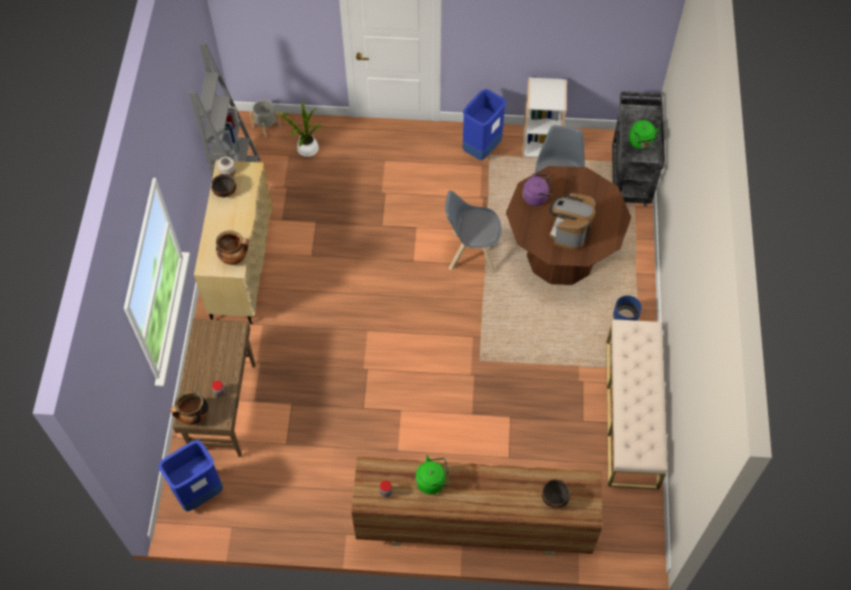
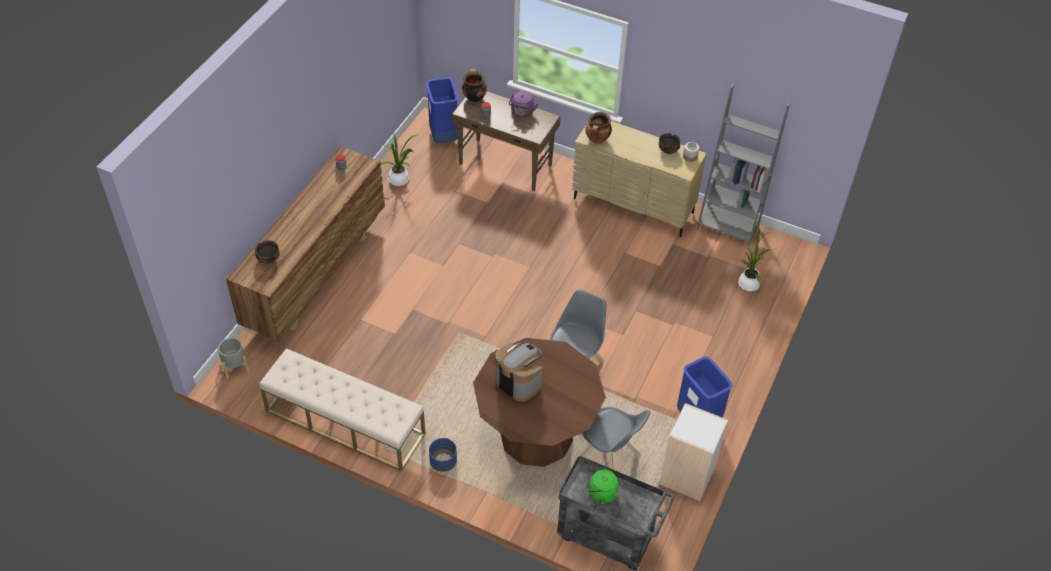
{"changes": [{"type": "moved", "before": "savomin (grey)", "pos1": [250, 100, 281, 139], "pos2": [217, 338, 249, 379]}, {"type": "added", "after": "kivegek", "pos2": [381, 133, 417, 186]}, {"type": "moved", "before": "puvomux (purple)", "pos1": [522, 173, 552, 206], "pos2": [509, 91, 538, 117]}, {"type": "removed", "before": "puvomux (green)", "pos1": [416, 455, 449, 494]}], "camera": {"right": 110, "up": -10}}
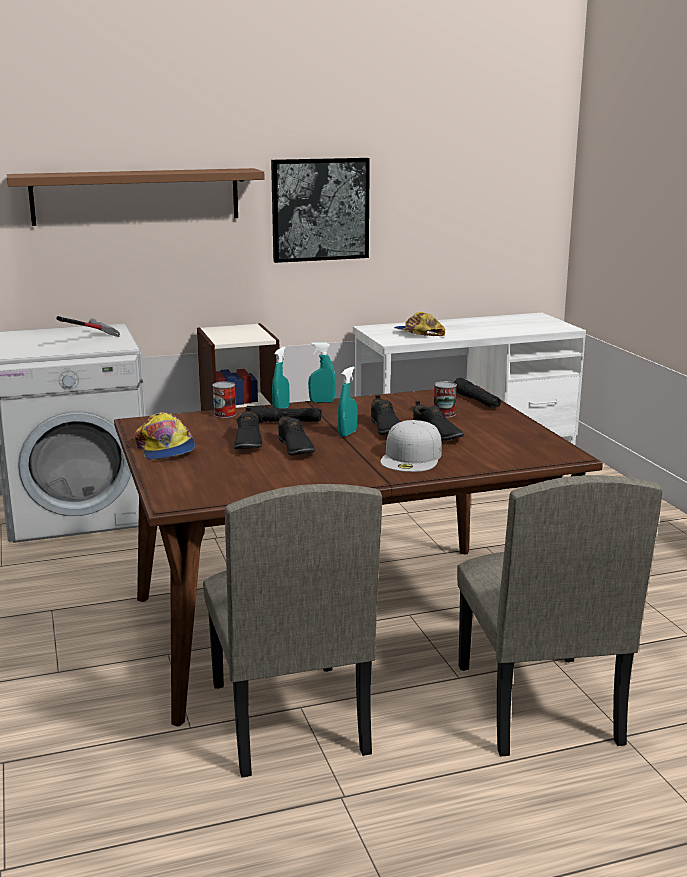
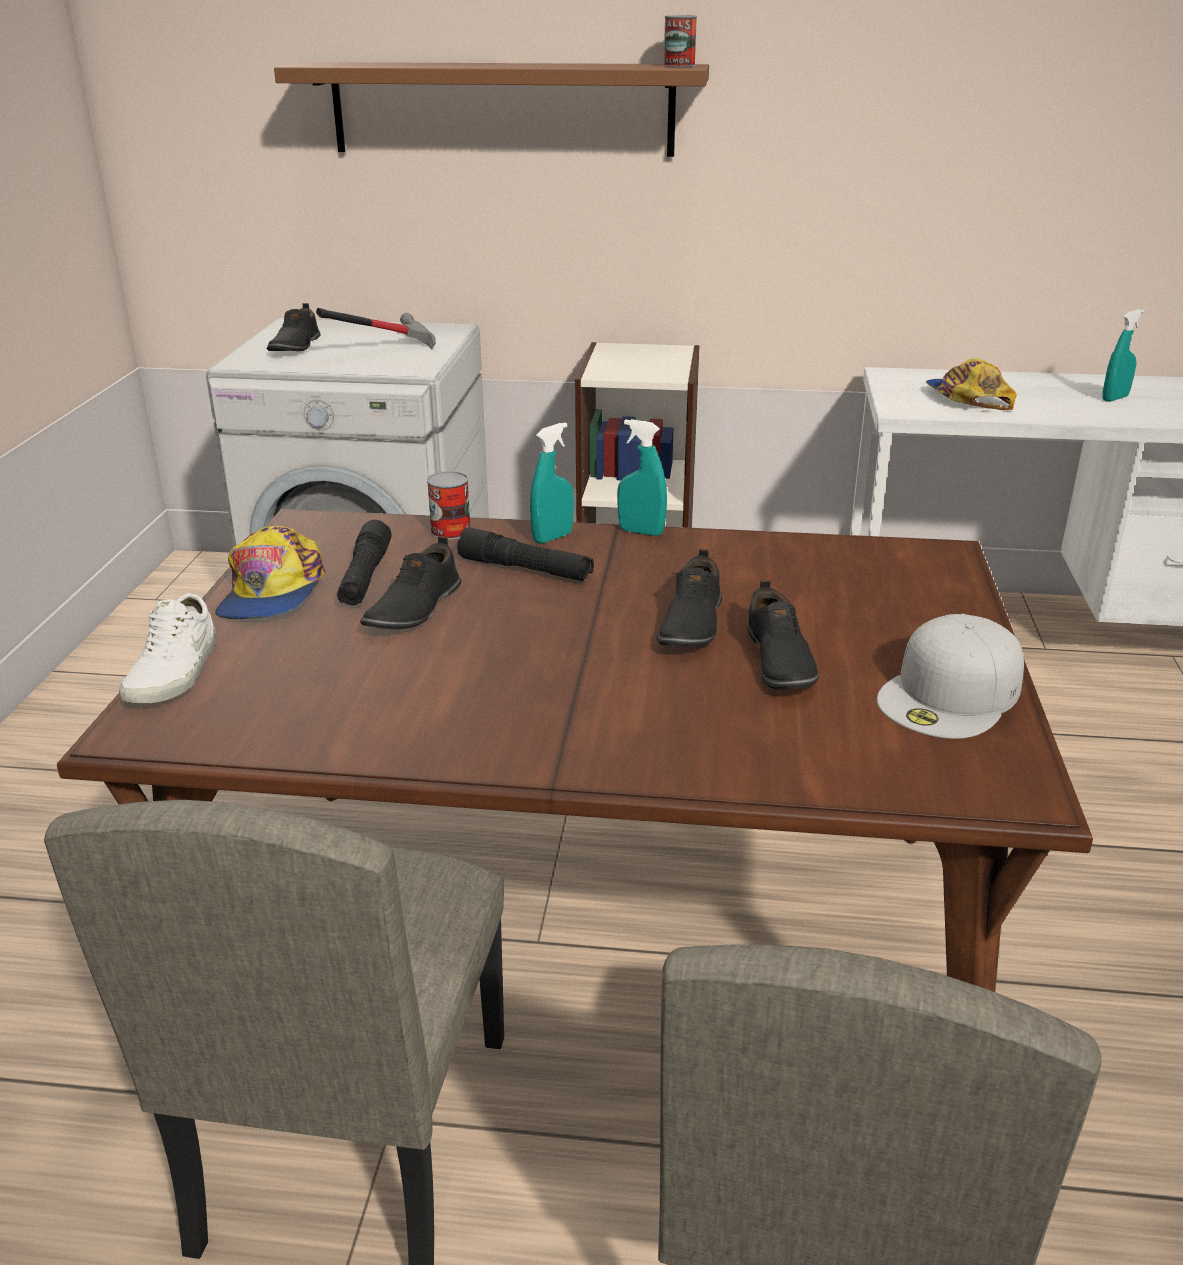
{"changes": [{"type": "added", "after": "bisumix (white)", "pos2": [119, 593, 216, 704]}, {"type": "moved", "before": "bisumix (black)", "pos1": [278, 412, 315, 455], "pos2": [267, 303, 321, 351]}, {"type": "moved", "before": "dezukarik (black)", "pos1": [454, 378, 501, 409], "pos2": [337, 520, 391, 605]}, {"type": "moved", "before": "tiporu", "pos1": [434, 381, 457, 418], "pos2": [663, 15, 697, 67]}, {"type": "moved", "before": "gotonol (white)", "pos1": [380, 420, 442, 472], "pos2": [877, 614, 1024, 739]}, {"type": "moved", "before": "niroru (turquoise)", "pos1": [338, 366, 358, 437], "pos2": [1102, 309, 1144, 402]}, {"type": "removed", "before": "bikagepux", "pos1": [271, 158, 370, 263]}], "camera": {"right": 25, "up": 10}}
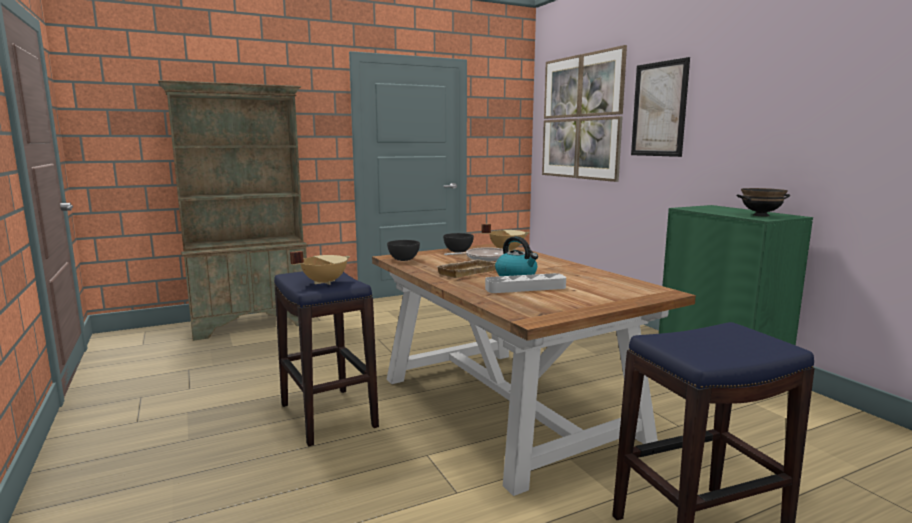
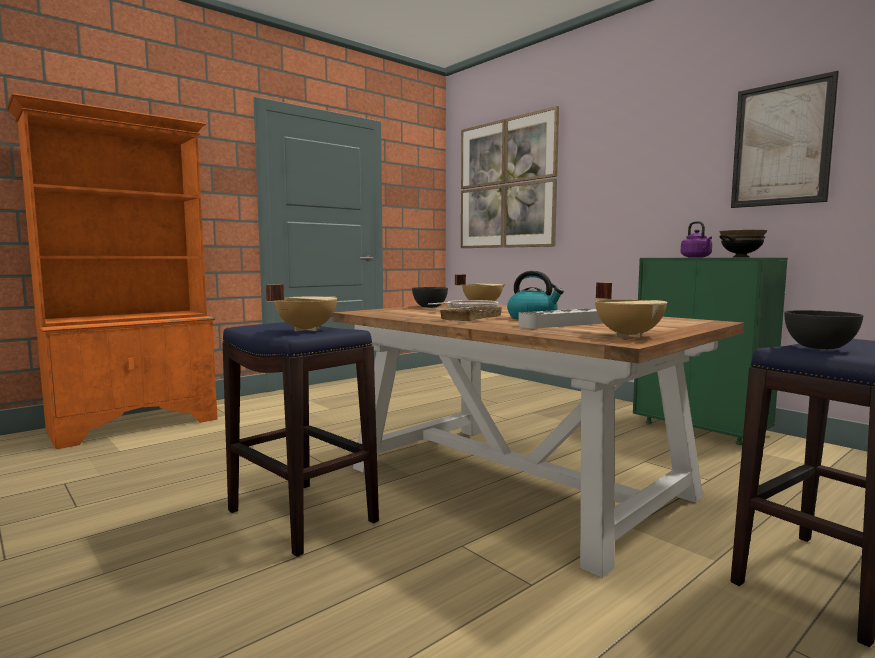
{"changes": [{"type": "recoloured", "before": "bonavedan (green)", "after": "bonavedan (orange)", "pos1": [158, 80, 308, 341], "pos2": [6, 93, 218, 449]}, {"type": "added", "after": "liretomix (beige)", "pos2": [595, 282, 667, 338]}, {"type": "added", "after": "puvomux (purple)", "pos2": [681, 221, 712, 257]}, {"type": "moved", "before": "bikagepux", "pos1": [631, 57, 690, 157], "pos2": [731, 71, 839, 208]}, {"type": "moved", "before": "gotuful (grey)", "pos1": [387, 240, 420, 261], "pos2": [784, 310, 863, 349]}], "camera": {"right": -15, "up": -5}}
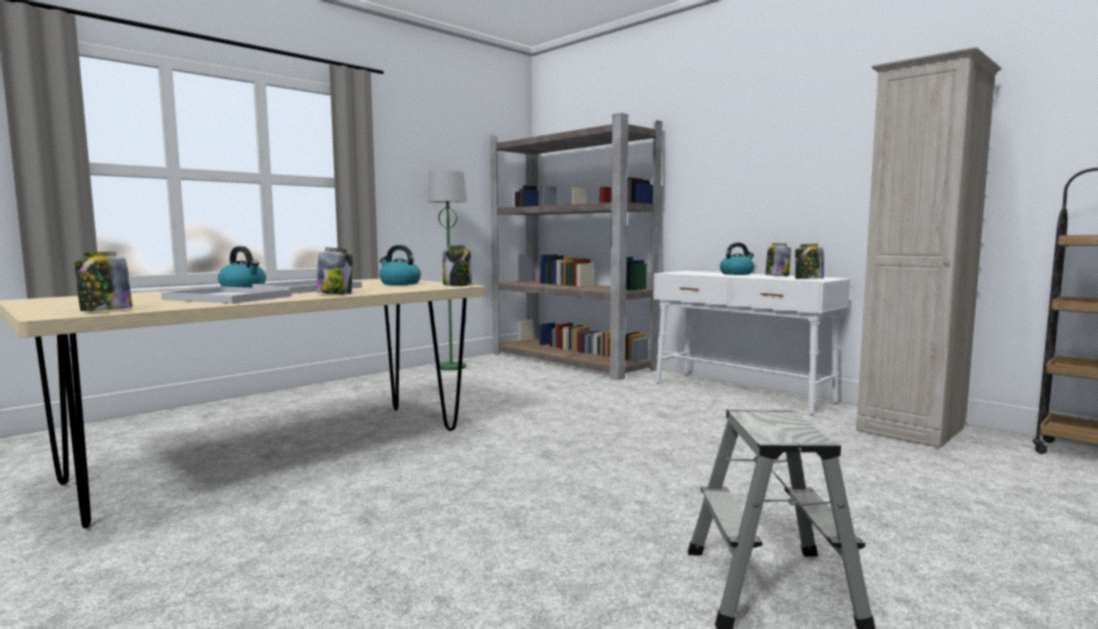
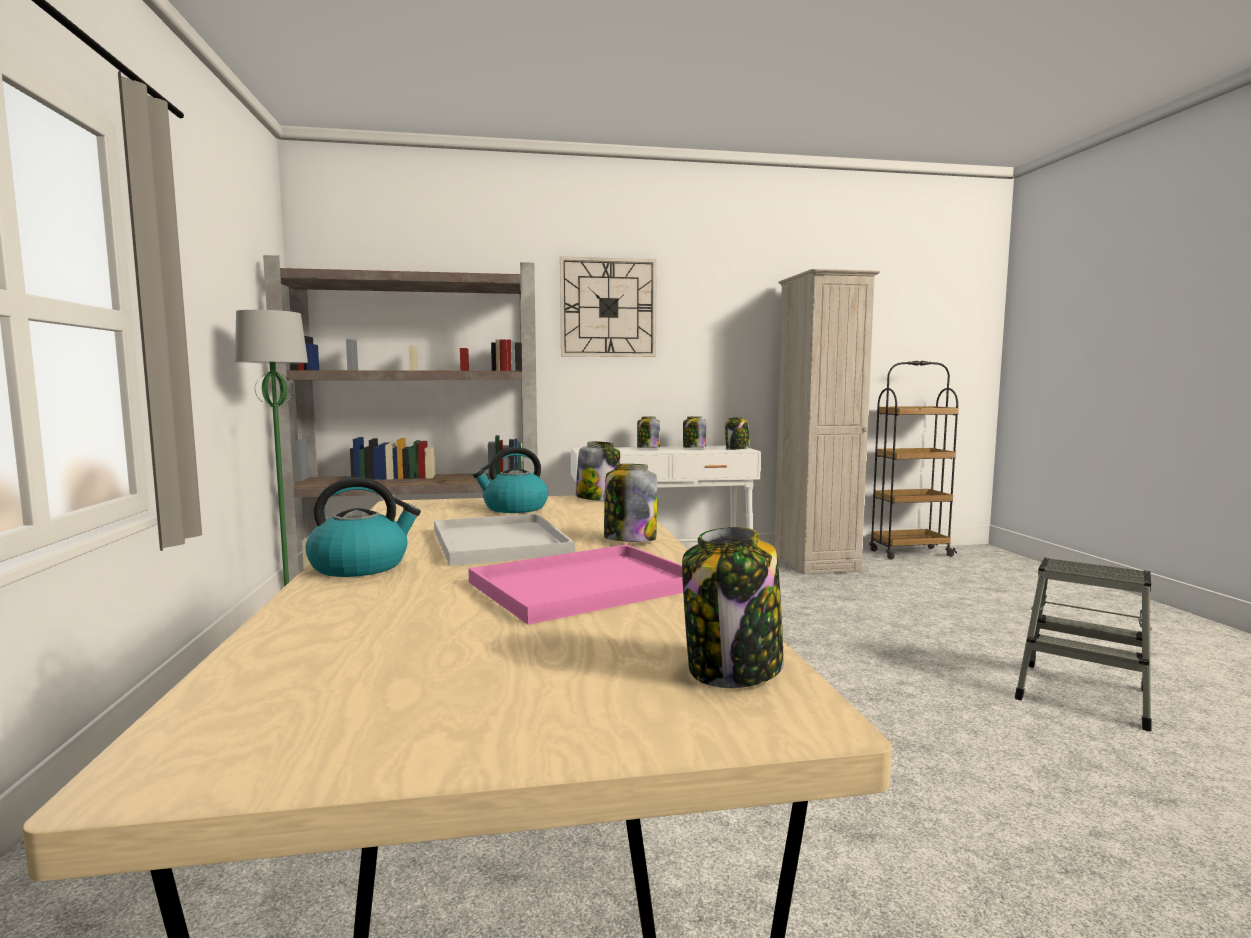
{"changes": [{"type": "recoloured", "before": "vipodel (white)", "after": "vipodel (pink)", "pos1": [161, 287, 292, 304], "pos2": [468, 544, 683, 625]}, {"type": "added", "after": "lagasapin", "pos2": [560, 256, 657, 357]}, {"type": "replaced", "before": "puvomux", "after": "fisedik", "pos1": [720, 243, 754, 275], "pos2": [637, 416, 660, 448]}], "camera": {"right": -55, "up": 0}}
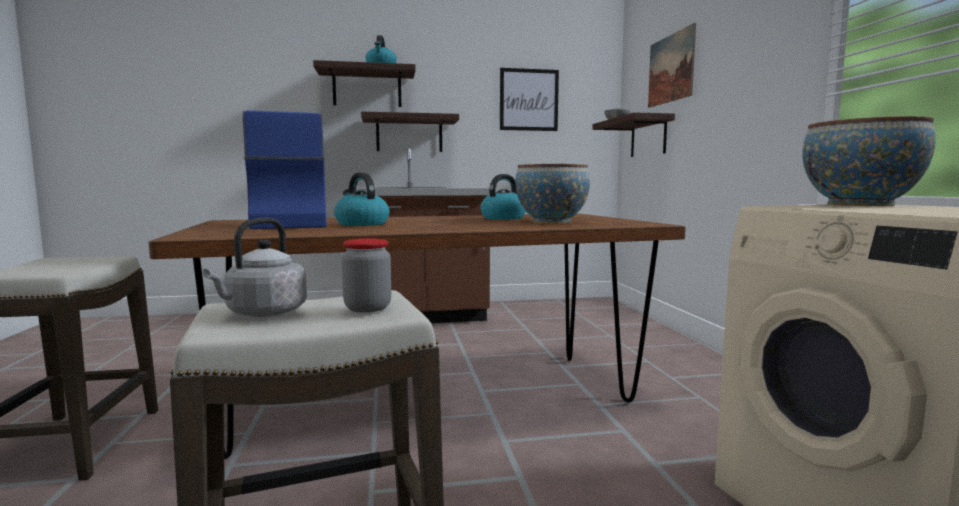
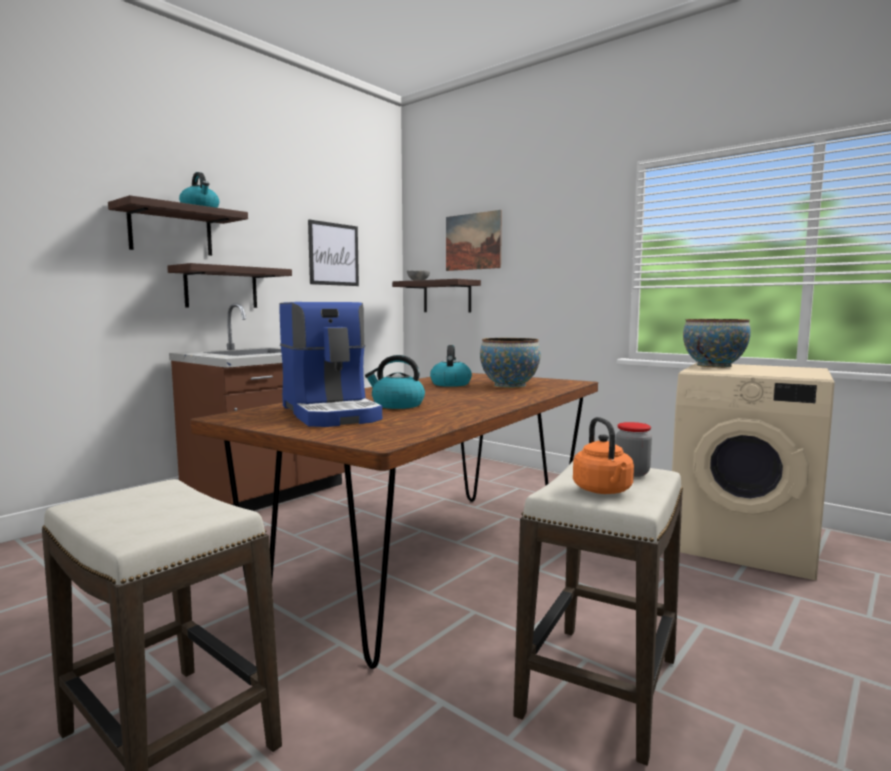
{"changes": [{"type": "turned", "before": "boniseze", "pos1": [242, 110, 327, 229], "pos2": [279, 302, 382, 427], "turn": -150}, {"type": "recoloured", "before": "puvomux (grey)", "after": "puvomux (orange)", "pos1": [203, 218, 307, 317], "pos2": [573, 417, 634, 494]}], "camera": {"right": -40, "up": 0}}
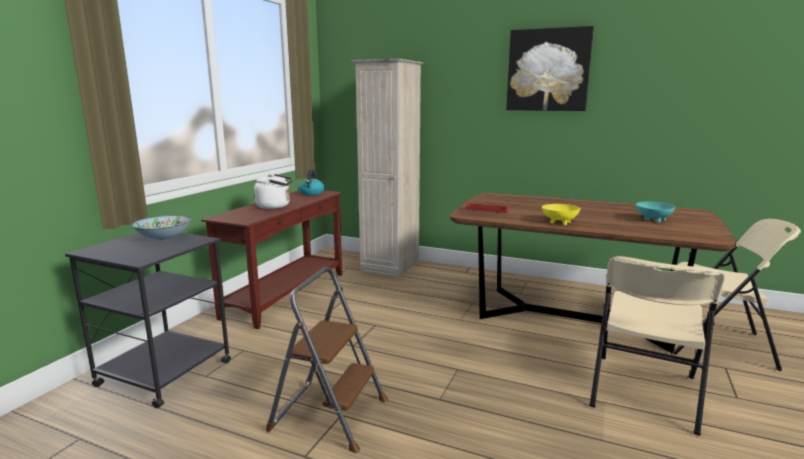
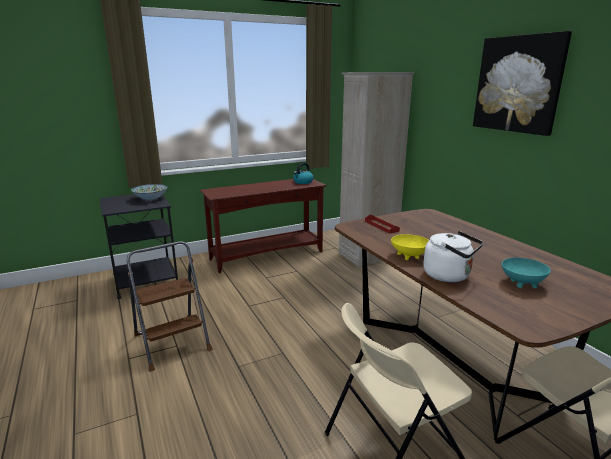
{"changes": [{"type": "moved", "before": "puvomux (white)", "pos1": [254, 174, 293, 209], "pos2": [423, 231, 483, 282]}], "camera": {"right": 40, "up": 5}}
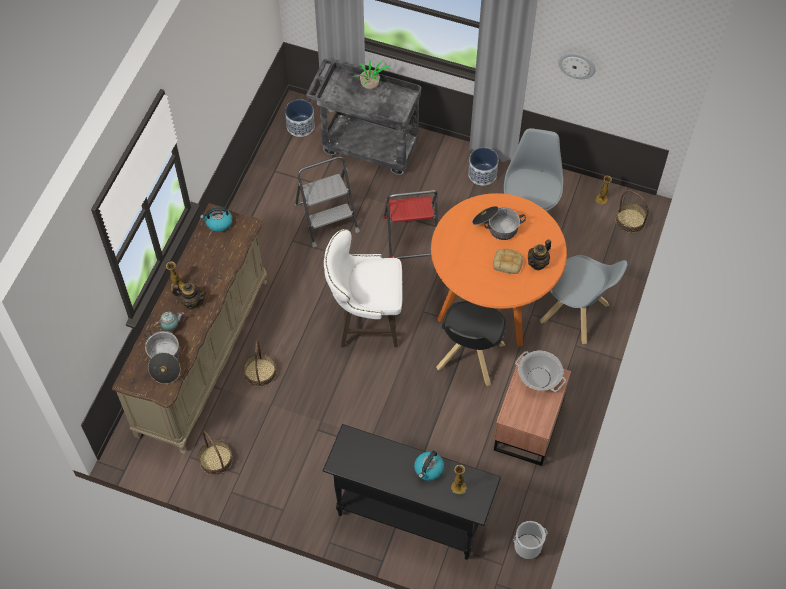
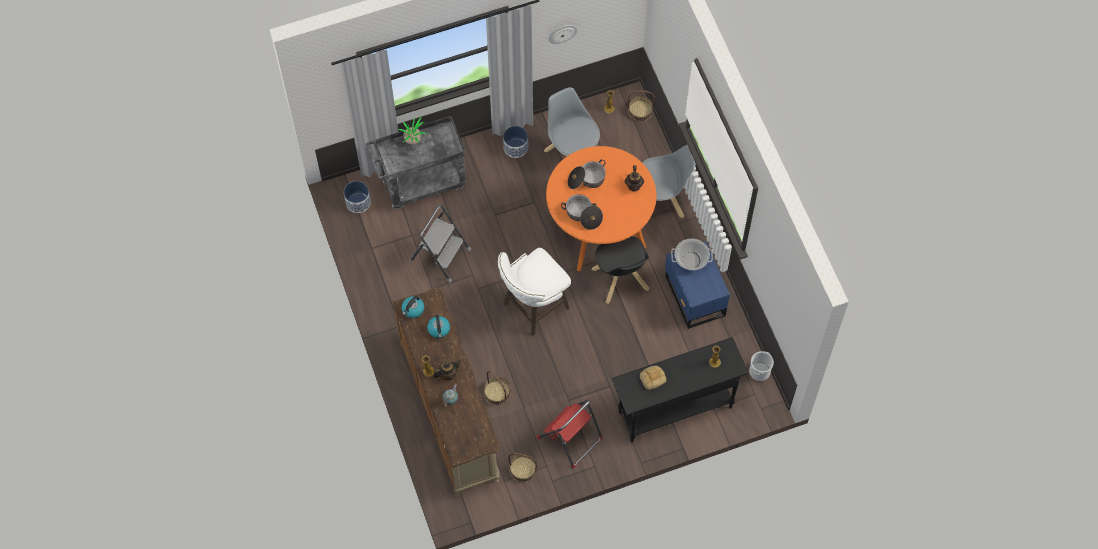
{"changes": [{"type": "moved", "before": "puvomux", "pos1": [414, 451, 444, 481], "pos2": [427, 315, 450, 338]}, {"type": "moved", "before": "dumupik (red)", "pos1": [382, 190, 438, 259], "pos2": [537, 399, 603, 468]}, {"type": "moved", "before": "liretomix", "pos1": [144, 330, 181, 384], "pos2": [561, 194, 603, 230]}, {"type": "moved", "before": "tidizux", "pos1": [493, 249, 523, 274], "pos2": [640, 366, 666, 390]}, {"type": "recoloured", "before": "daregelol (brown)", "after": "daregelol (blue)", "pos1": [494, 355, 571, 466], "pos2": [665, 241, 730, 329]}], "camera": {"right": -40, "up": 5}}
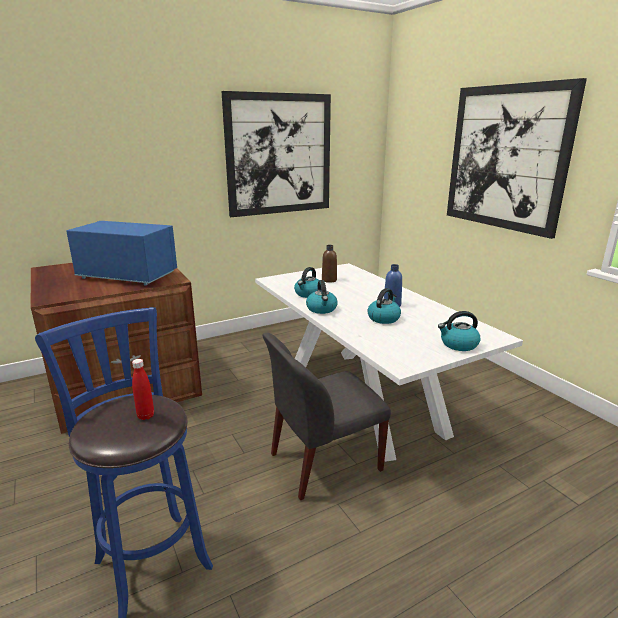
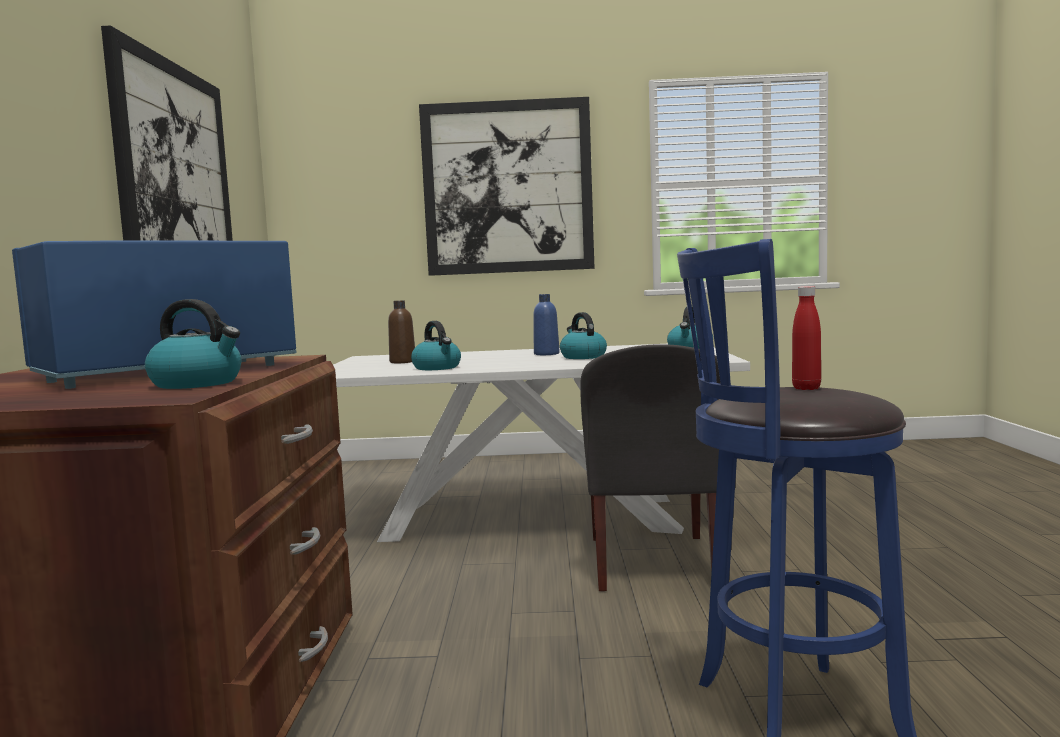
{"changes": [{"type": "moved", "before": "puvomux", "pos1": [306, 280, 338, 314], "pos2": [145, 299, 241, 389]}], "camera": {"right": -60, "up": -15}}
